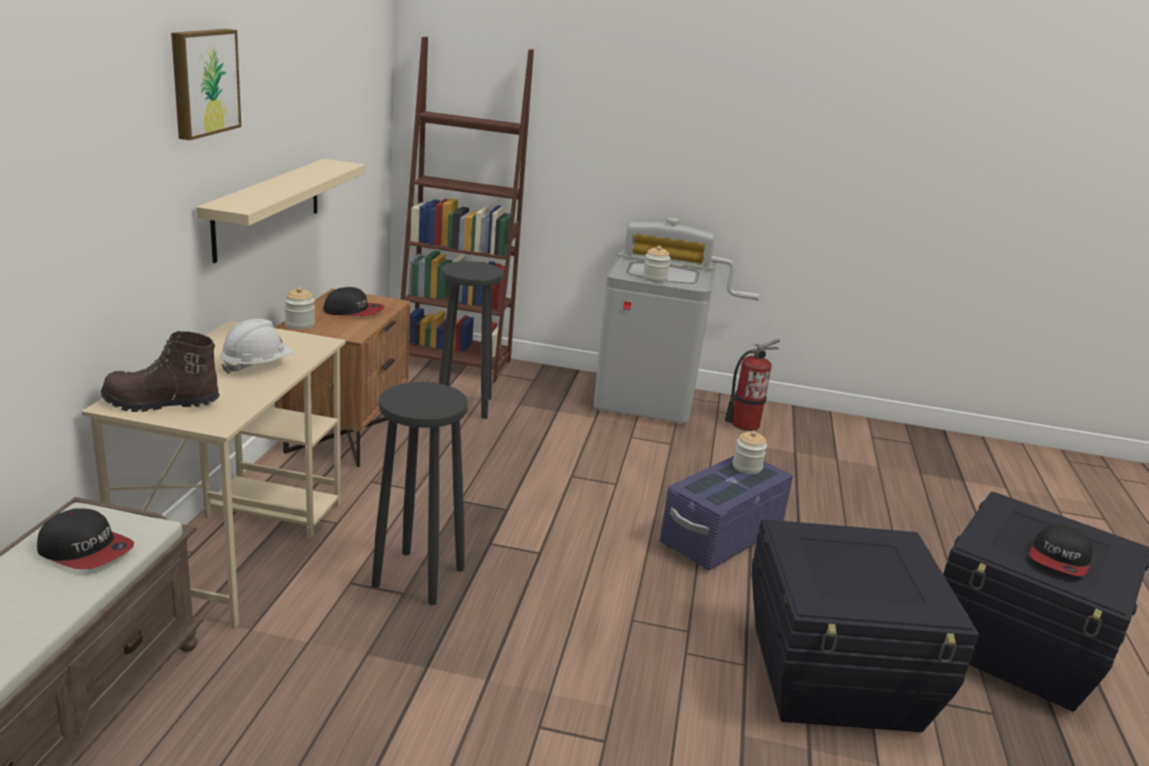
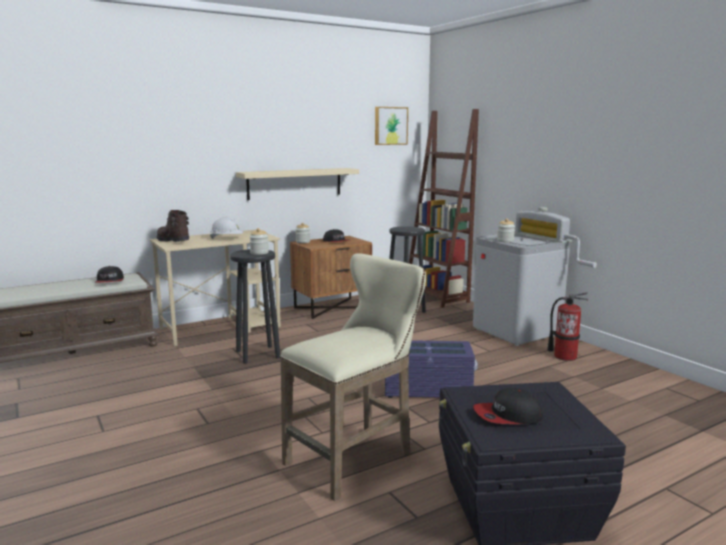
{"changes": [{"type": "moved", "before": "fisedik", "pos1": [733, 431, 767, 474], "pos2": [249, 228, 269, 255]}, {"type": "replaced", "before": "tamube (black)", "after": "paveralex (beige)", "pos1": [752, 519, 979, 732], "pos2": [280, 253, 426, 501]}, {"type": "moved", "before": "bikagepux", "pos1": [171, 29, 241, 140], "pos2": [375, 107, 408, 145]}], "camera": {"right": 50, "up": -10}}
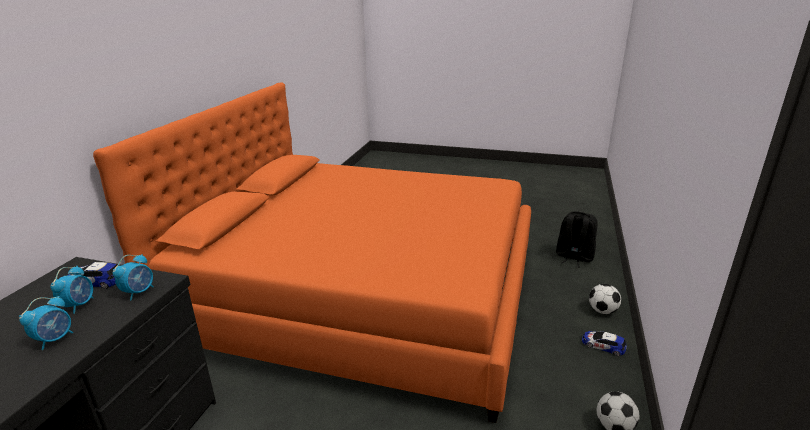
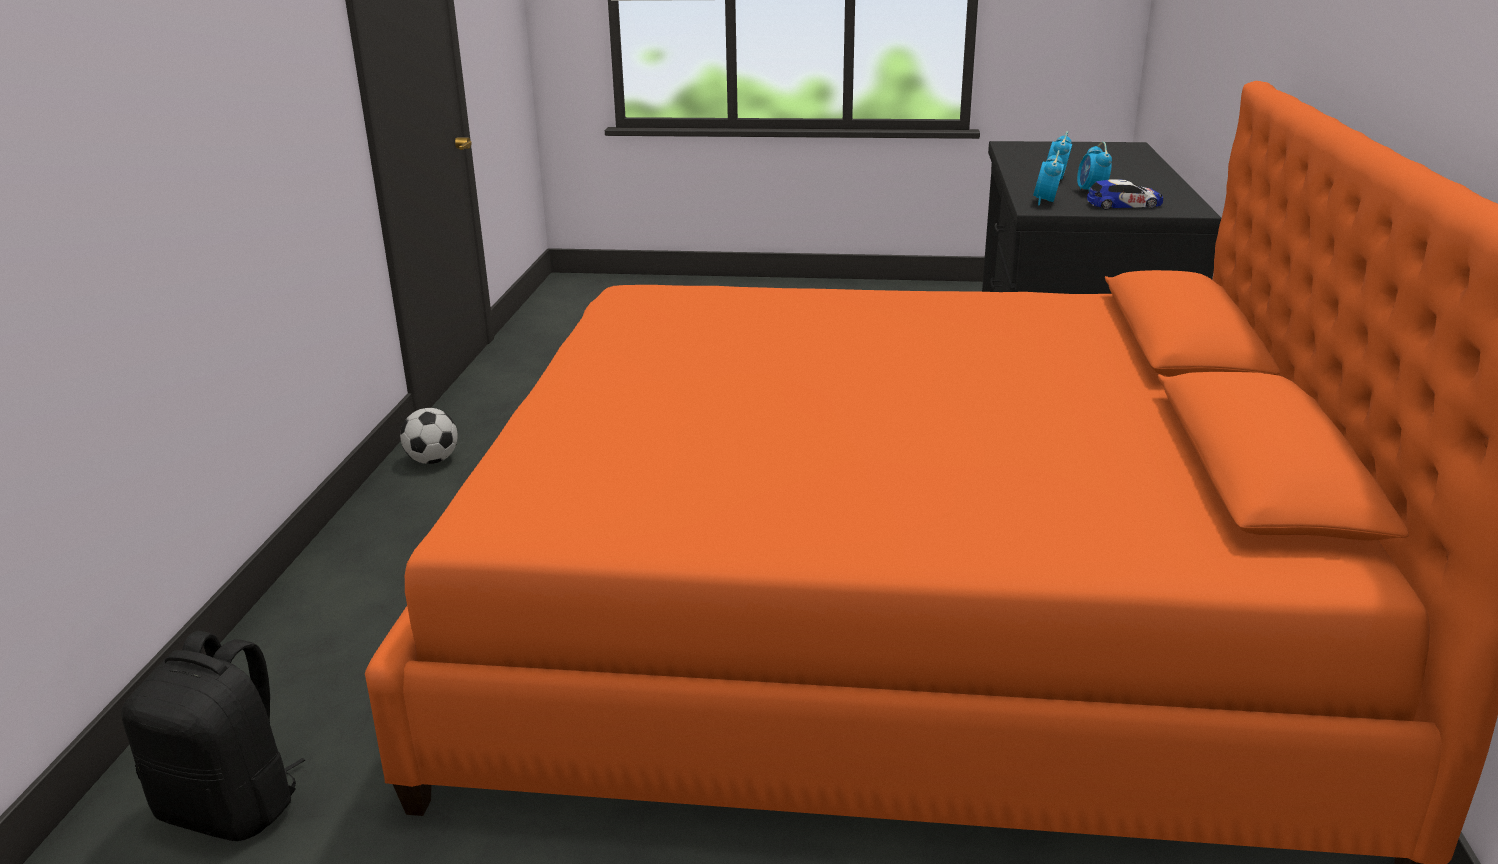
{"changes": [{"type": "removed", "before": "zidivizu", "pos1": [582, 331, 627, 356]}, {"type": "removed", "before": "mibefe", "pos1": [589, 284, 621, 314]}], "camera": {"right": 170, "up": 0}}
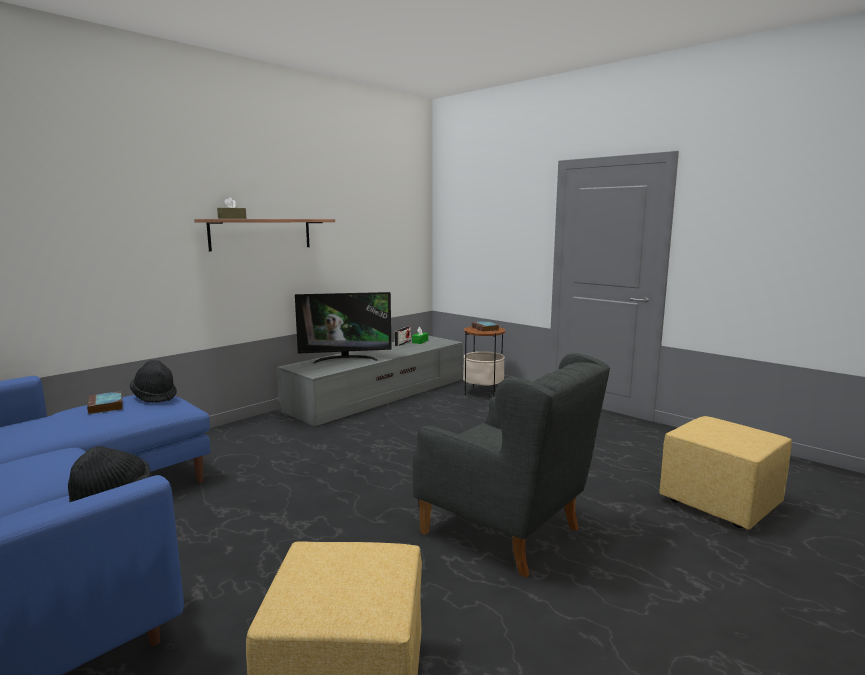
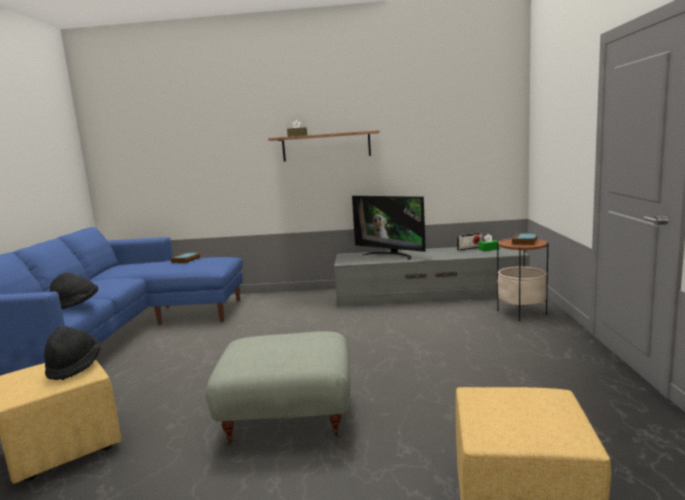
{"changes": [{"type": "moved", "before": "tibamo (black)", "pos1": [130, 360, 177, 403], "pos2": [44, 326, 100, 380]}, {"type": "replaced", "before": "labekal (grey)", "after": "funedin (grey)", "pos1": [413, 353, 610, 577], "pos2": [206, 331, 350, 445]}], "camera": {"right": 50, "up": 0}}
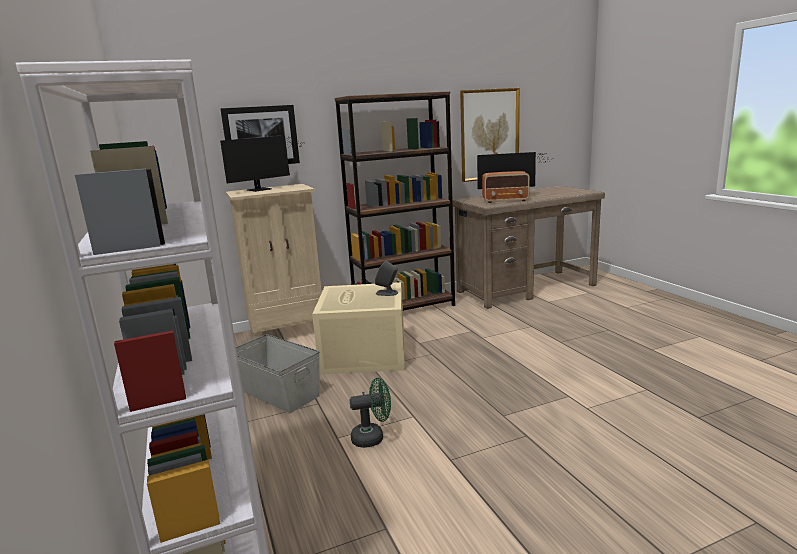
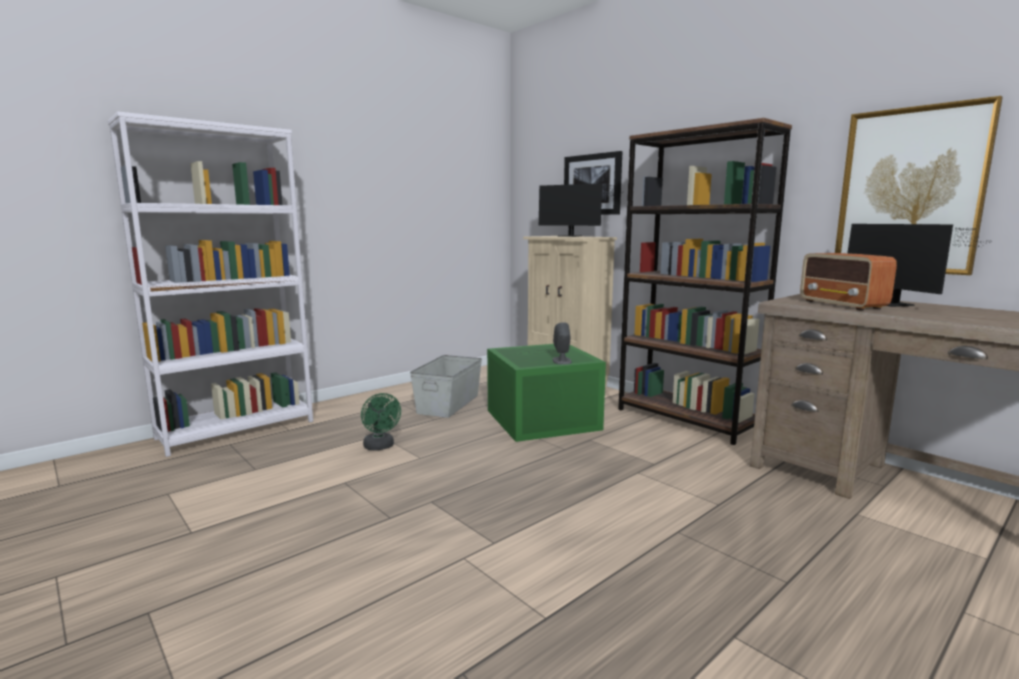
{"changes": [{"type": "recoloured", "before": "tamube (beige)", "after": "tamube (green)", "pos1": [312, 282, 405, 374], "pos2": [487, 344, 606, 442]}], "camera": {"right": 70, "up": -5}}
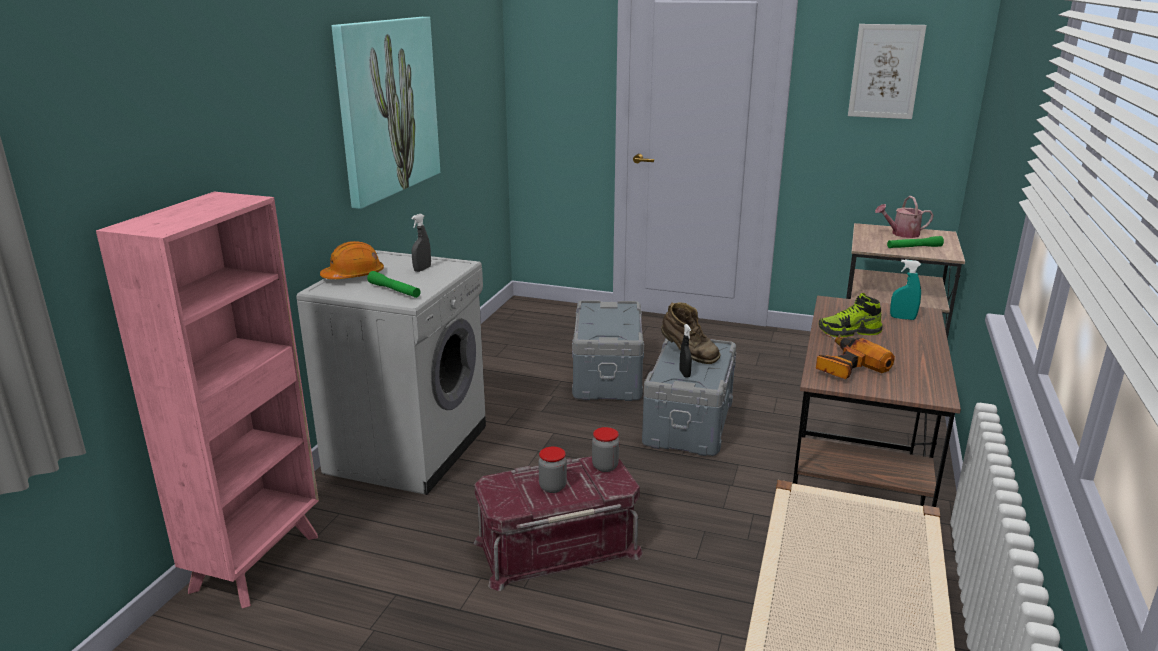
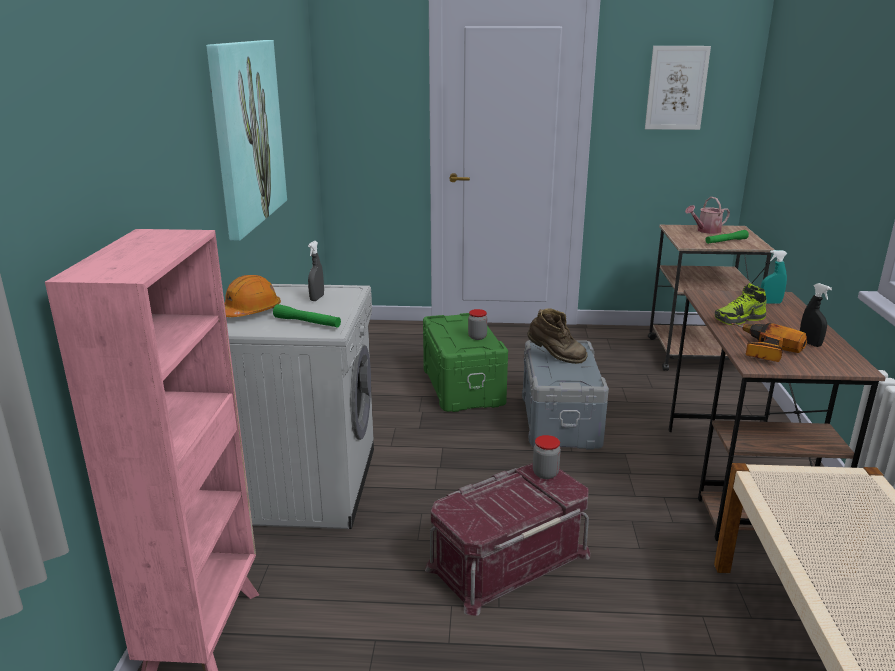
{"changes": [{"type": "recoloured", "before": "tamube (grey)", "after": "tamube (green)", "pos1": [572, 300, 644, 401], "pos2": [423, 313, 508, 412]}, {"type": "moved", "before": "fisedik", "pos1": [538, 447, 567, 493], "pos2": [468, 309, 487, 340]}, {"type": "moved", "before": "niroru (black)", "pos1": [680, 324, 692, 378], "pos2": [800, 283, 832, 347]}], "camera": {"right": -15, "up": 0}}
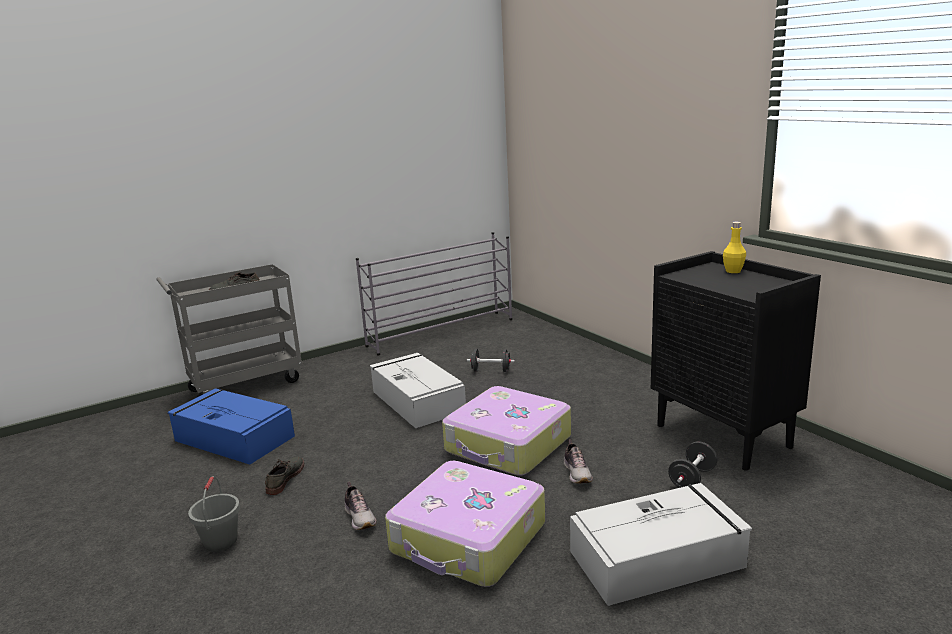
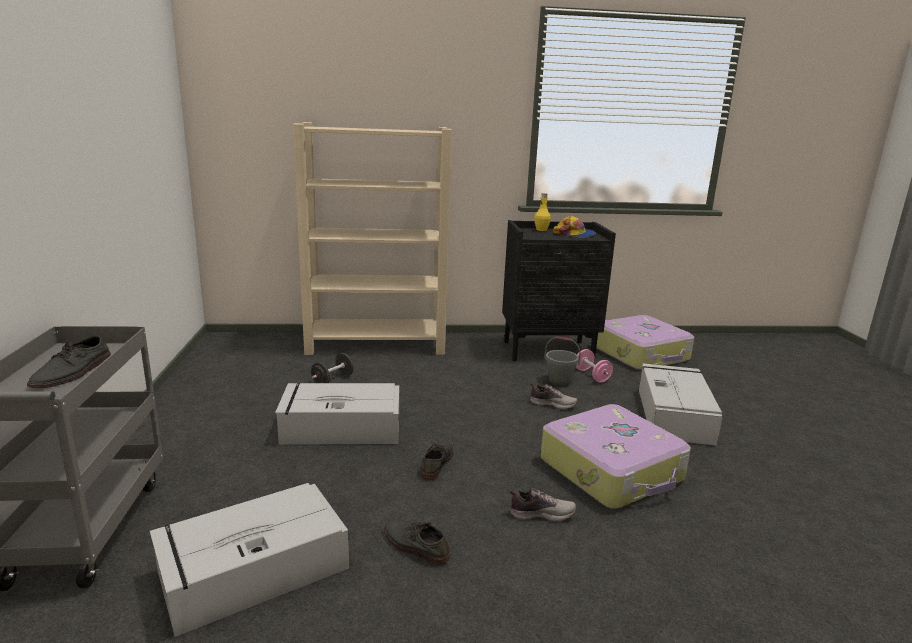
{"changes": [{"type": "recoloured", "before": "tamube (blue)", "after": "tamube (grey)", "pos1": [168, 388, 295, 465], "pos2": [150, 483, 349, 637]}, {"type": "added", "after": "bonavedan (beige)", "pos2": [293, 122, 452, 355]}, {"type": "added", "after": "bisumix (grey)", "pos2": [420, 441, 454, 480]}, {"type": "moved", "before": "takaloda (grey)", "pos1": [188, 476, 240, 552], "pos2": [545, 336, 581, 386]}, {"type": "added", "after": "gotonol", "pos2": [553, 216, 596, 238]}, {"type": "recoloured", "before": "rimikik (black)", "after": "rimikik (pink)", "pos1": [668, 441, 717, 488], "pos2": [576, 349, 613, 383]}, {"type": "moved", "before": "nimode", "pos1": [442, 386, 571, 476], "pos2": [596, 315, 695, 370]}, {"type": "removed", "before": "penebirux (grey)", "pos1": [356, 232, 512, 355]}], "camera": {"right": -65, "up": 0}}
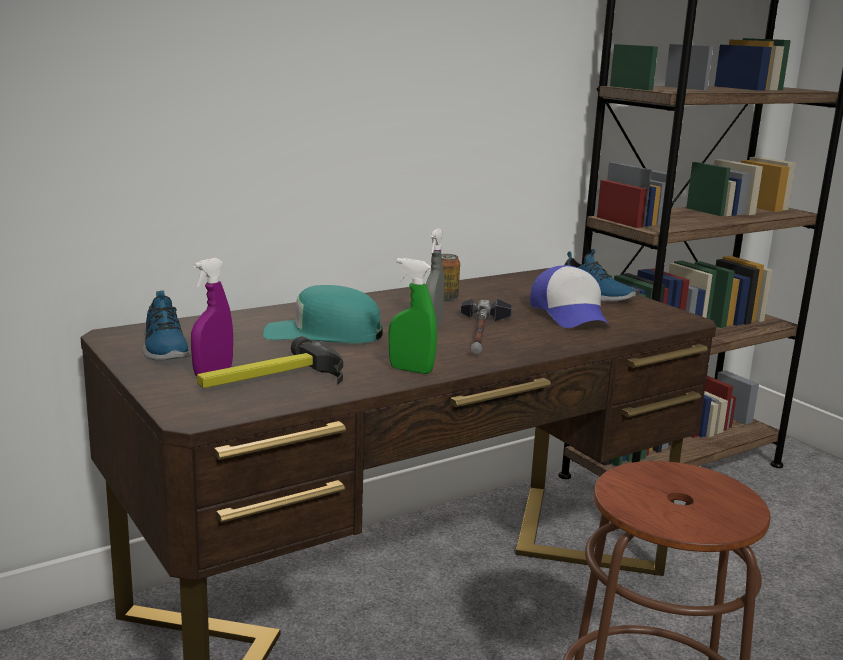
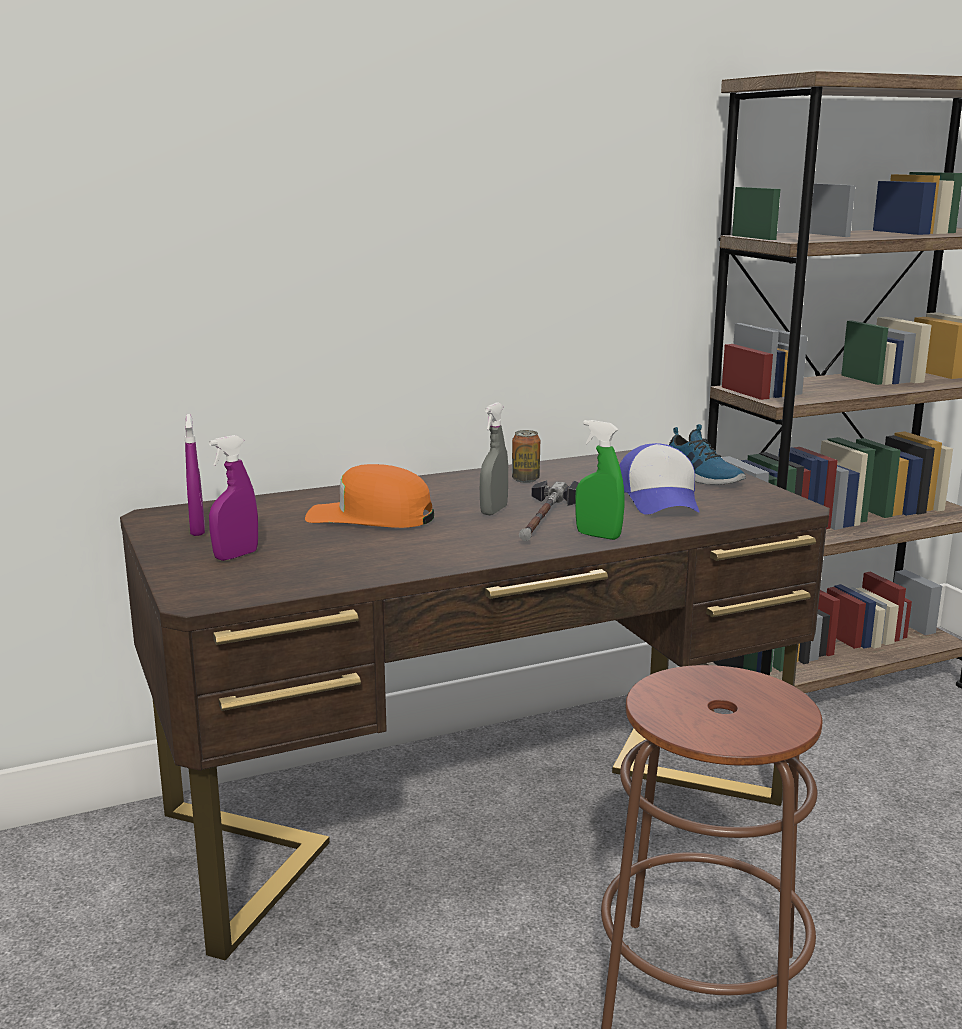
{"changes": [{"type": "replaced", "before": "bisumix", "after": "niroru (purple)", "pos1": [143, 290, 191, 360], "pos2": [185, 414, 205, 536]}, {"type": "recoloured", "before": "gotonol (turquoise)", "after": "gotonol (orange)", "pos1": [263, 285, 383, 343], "pos2": [305, 464, 434, 528]}, {"type": "moved", "before": "niroru (green)", "pos1": [389, 258, 437, 374], "pos2": [575, 420, 625, 540]}, {"type": "removed", "before": "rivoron", "pos1": [197, 336, 343, 388]}], "camera": {"right": 10, "up": 0}}
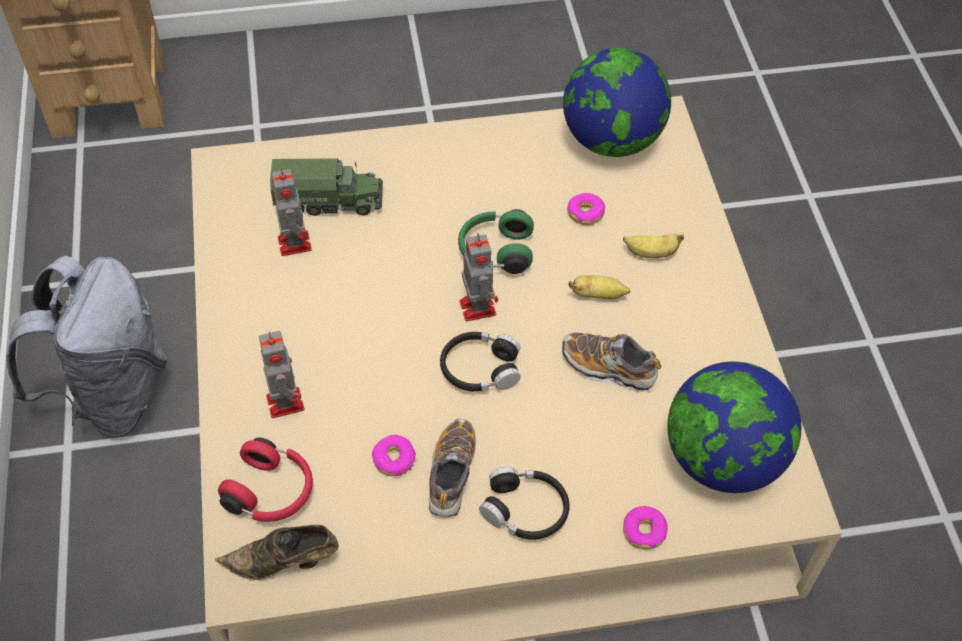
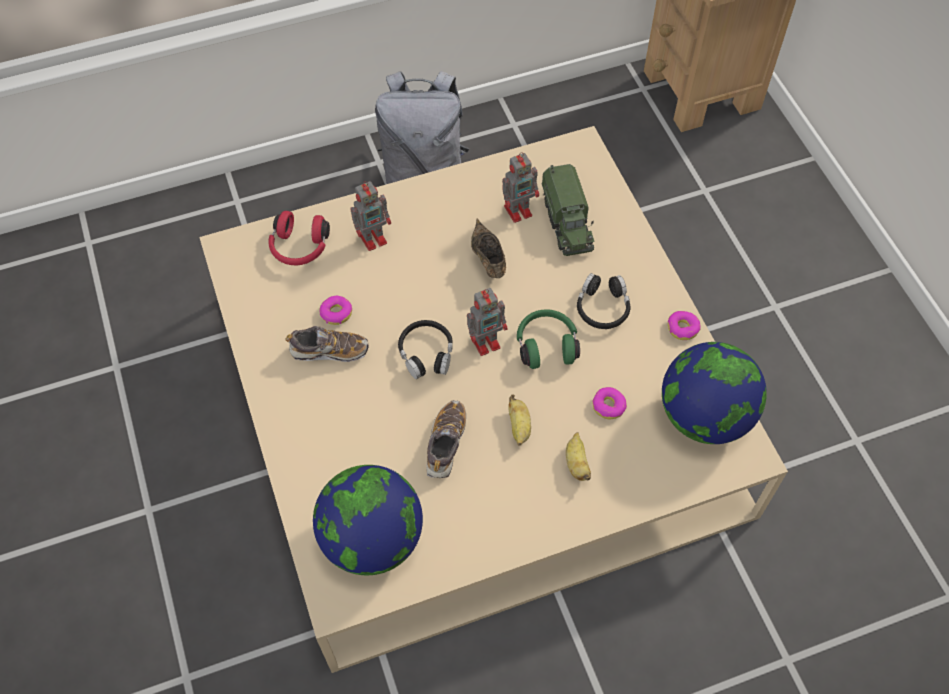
{"changes": [{"type": "moved", "before": "bisumix (brown)", "pos1": [215, 525, 339, 580], "pos2": [471, 219, 506, 278]}, {"type": "moved", "before": "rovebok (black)", "pos1": [479, 467, 570, 540], "pos2": [577, 273, 631, 329]}, {"type": "moved", "before": "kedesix", "pos1": [623, 506, 668, 549], "pos2": [668, 311, 701, 340]}], "camera": {"right": 80, "up": 5}}
